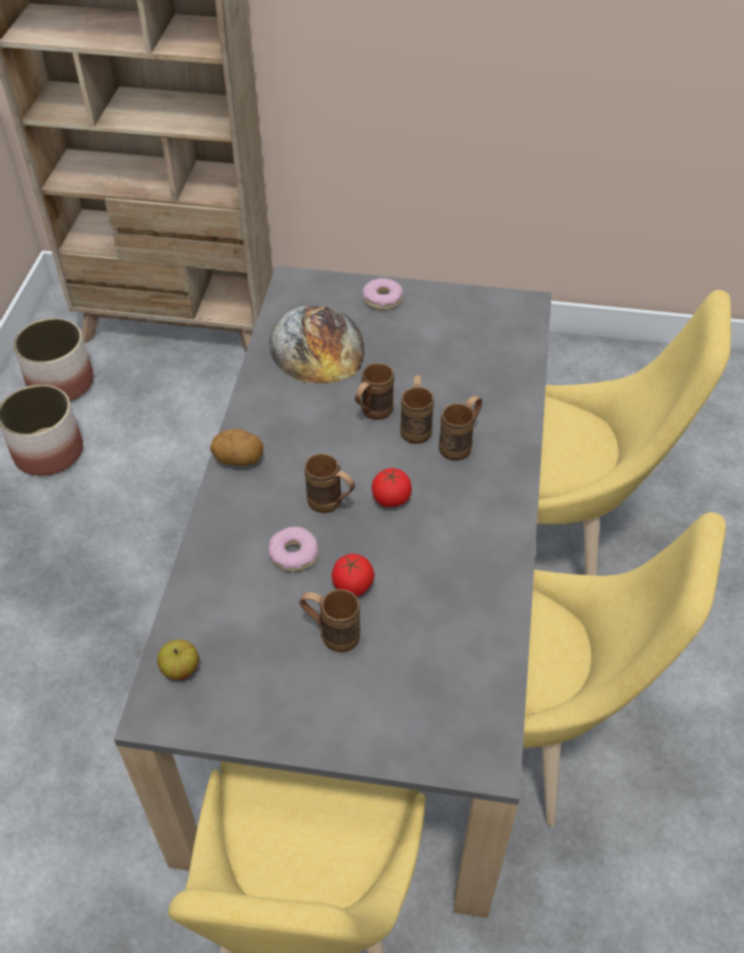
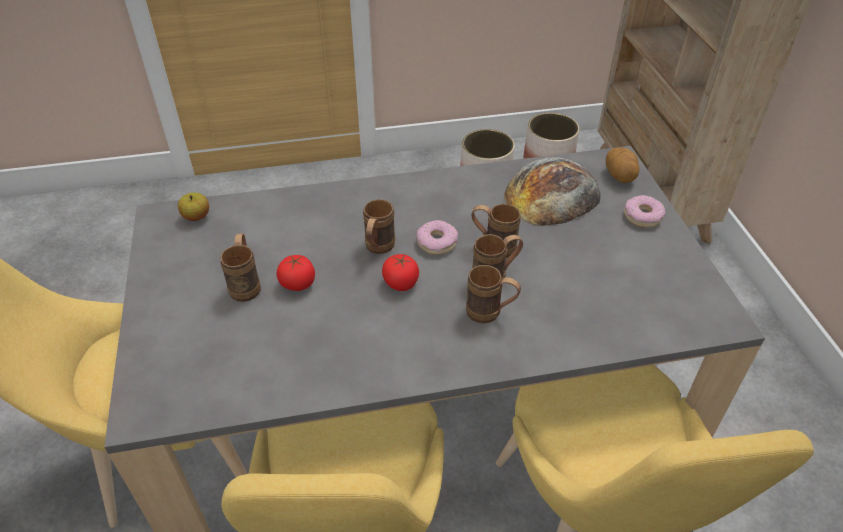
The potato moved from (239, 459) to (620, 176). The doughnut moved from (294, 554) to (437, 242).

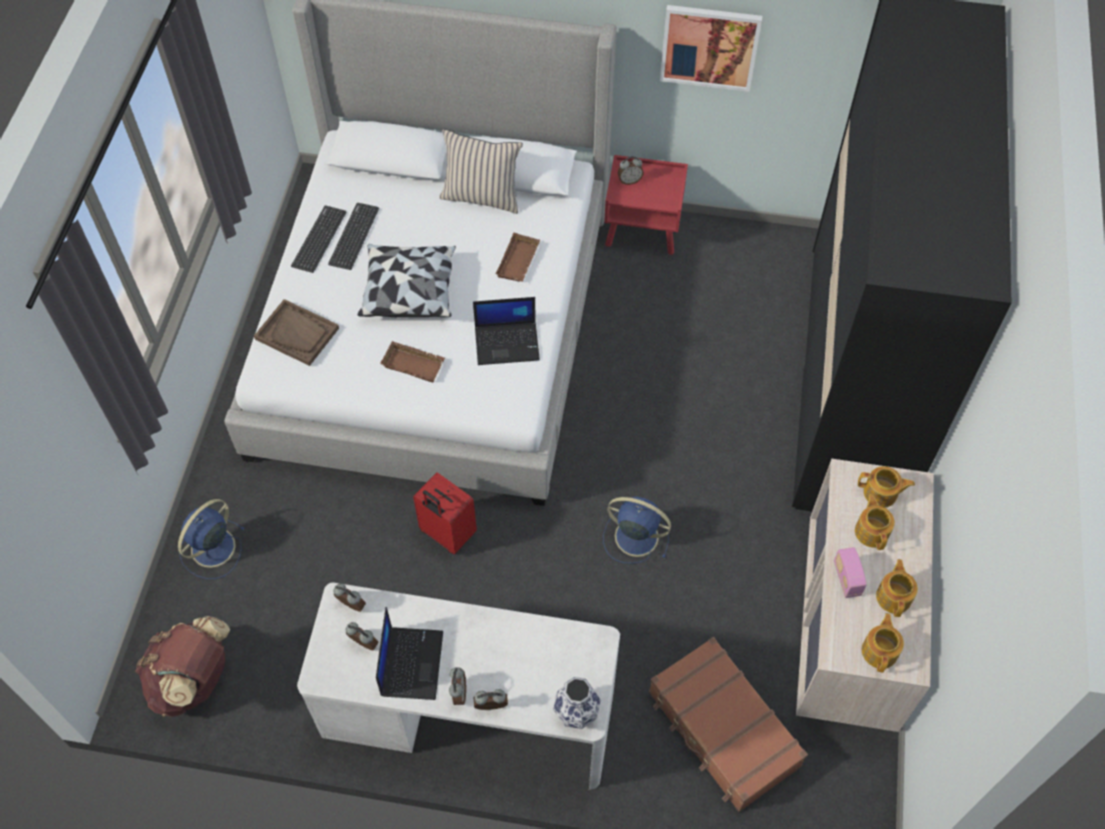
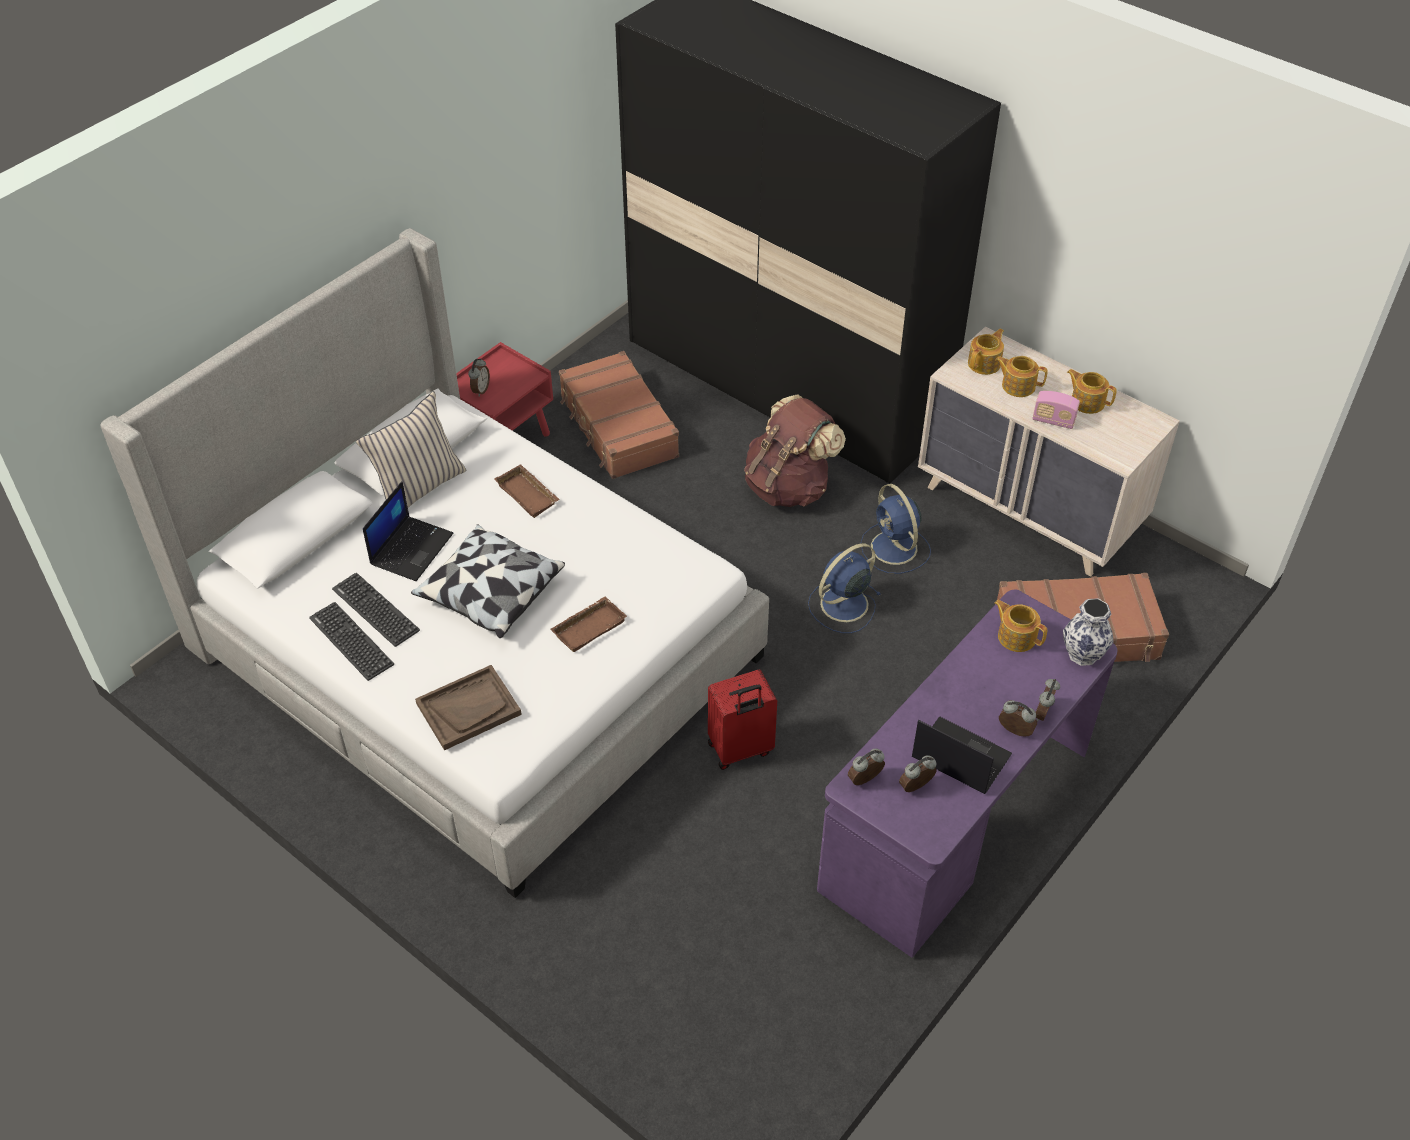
The backpack (brown-coloured) moved from (194, 680) to (789, 487). The cooling fan (bluish) moved from (211, 549) to (895, 549). The desk unit (whitish) at (469, 715) became the desk unit (purplish) at (956, 819). The notebook computer moved from (508, 343) to (411, 548). The picture at (709, 47) disappeared. The teapot moved from (880, 651) to (1016, 636). The suitcase (brown-coloured) at (618, 427) appeared.

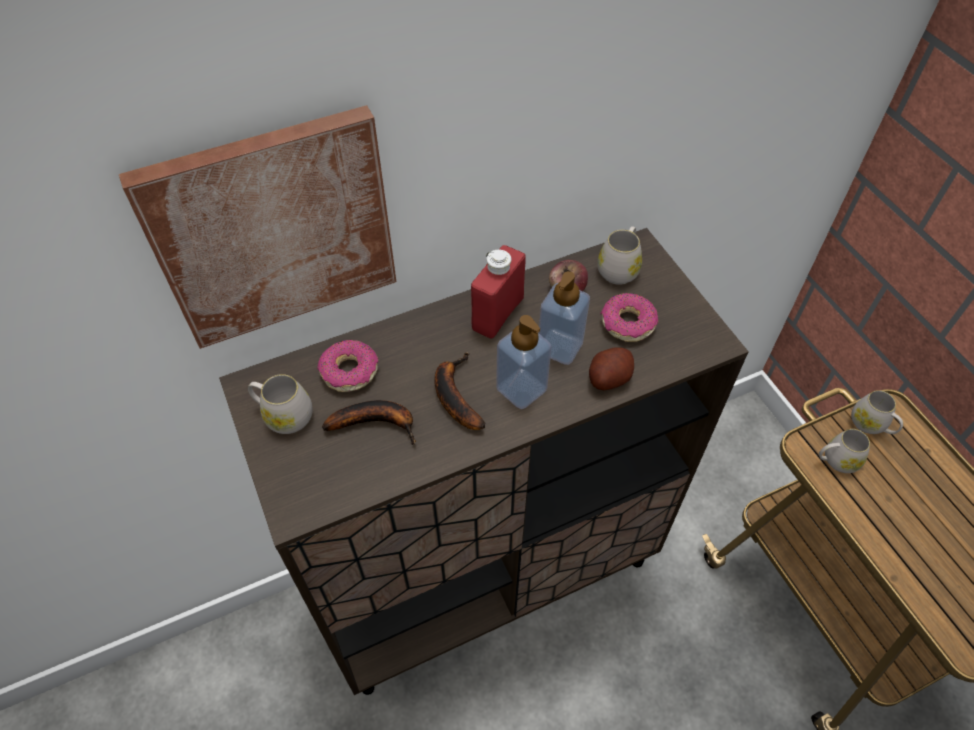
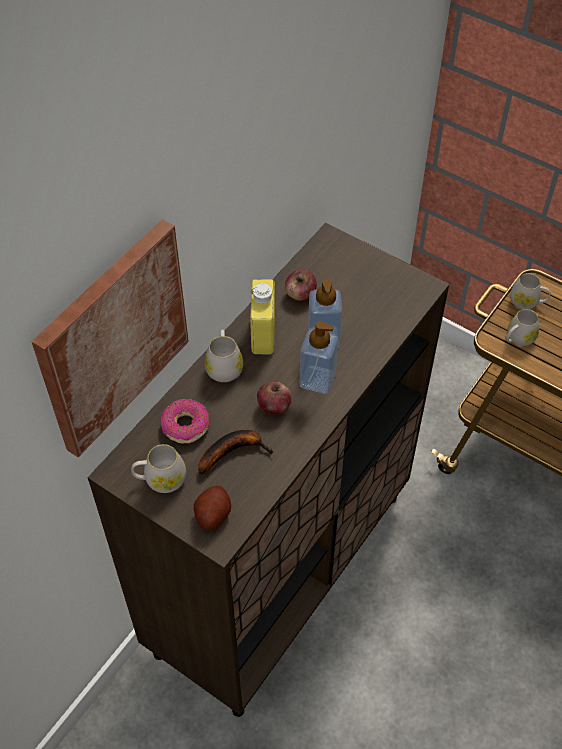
The banana fruit at (454, 395) was replaced by the whole apple at (274, 406). The bottle (red) at (497, 314) became the bottle (yellow) at (263, 334). The potato moved from (609, 378) to (212, 514). The tea mug (whitish) moved from (619, 268) to (224, 366). The doughnut at (627, 323) disappeared.

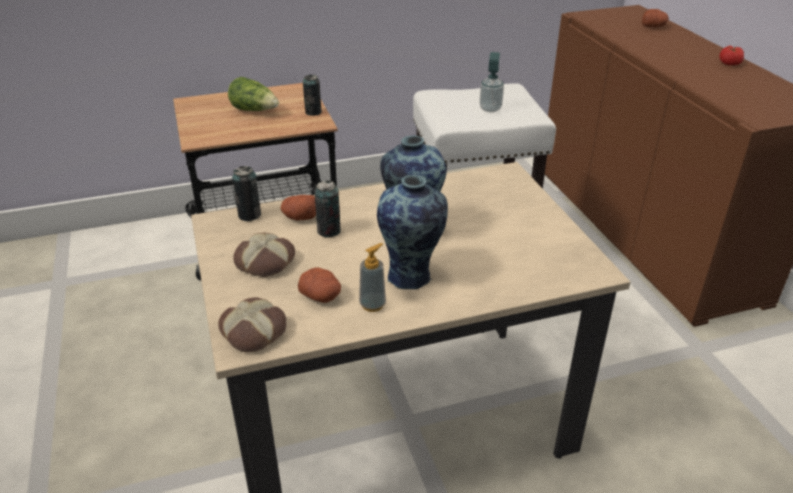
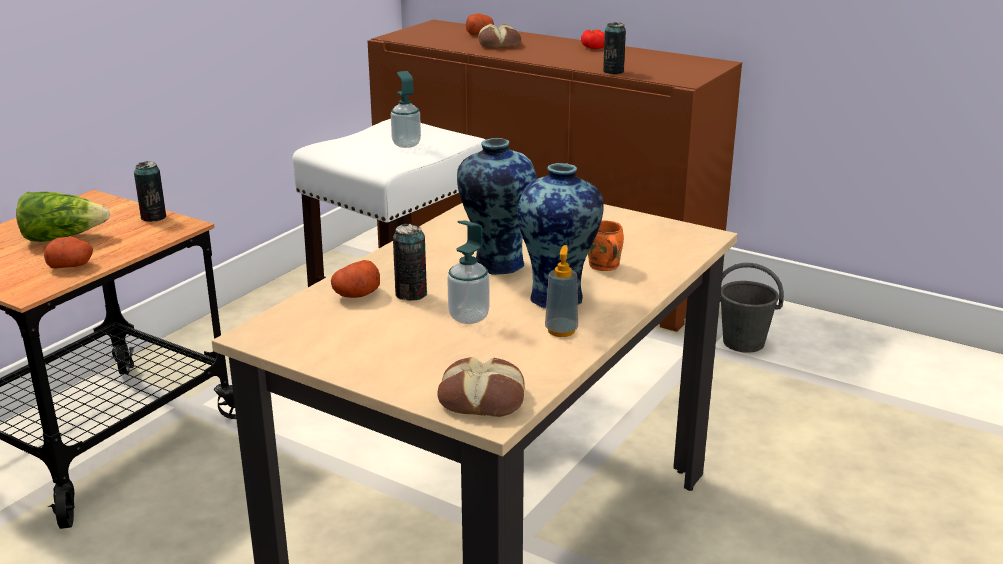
The sealed can moved from (249, 215) to (613, 72). The bakery bread moved from (266, 262) to (499, 44). The potato moved from (321, 296) to (72, 265). The soap dispenser at (469, 317) appeared. The tea mug (orangey) at (603, 267) appeared. The water bucket (greyish) at (744, 343) appeared.

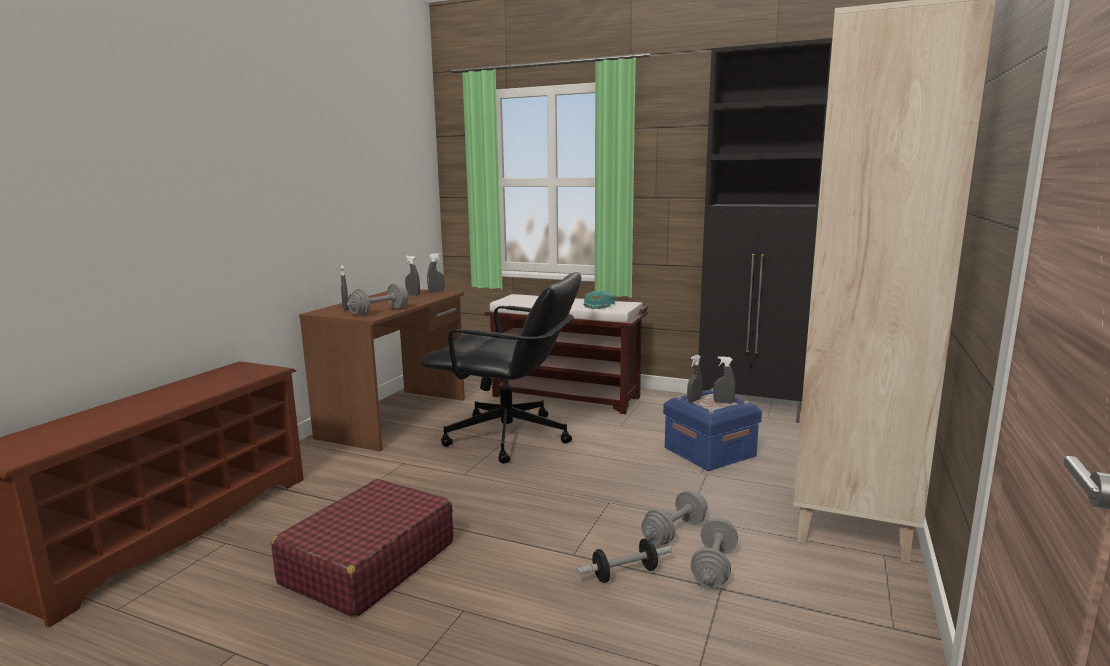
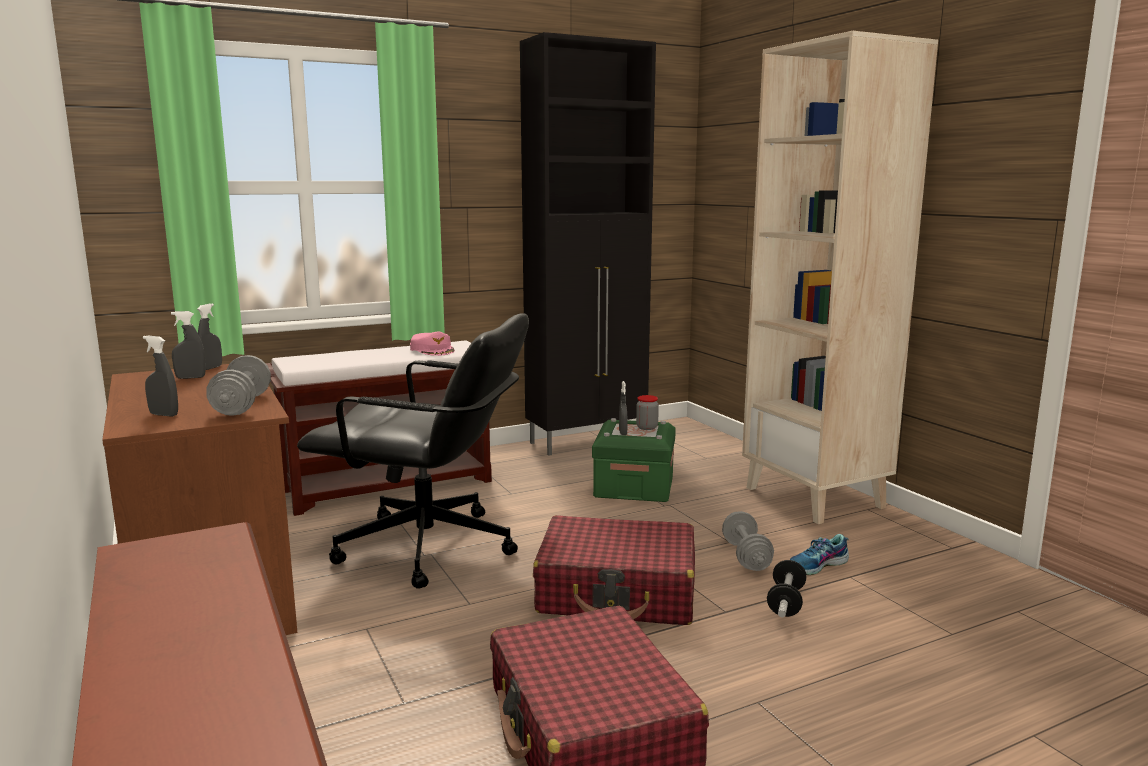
The computer chair (black-coloured) at (509, 438) turned 45 degrees clockwise. The baseball cap (blue-green) at (599, 304) became the baseball cap (pinkish) at (432, 350). The storage box (bluish) at (709, 452) became the storage box (green-coloured) at (634, 487). The free weight (greyish) at (714, 567) was replaced by the item of footwear at (818, 566). The hand sprayer (greyish) at (723, 402) was replaced by the jar at (647, 427). The suitcase (red) at (617, 592) appeared.

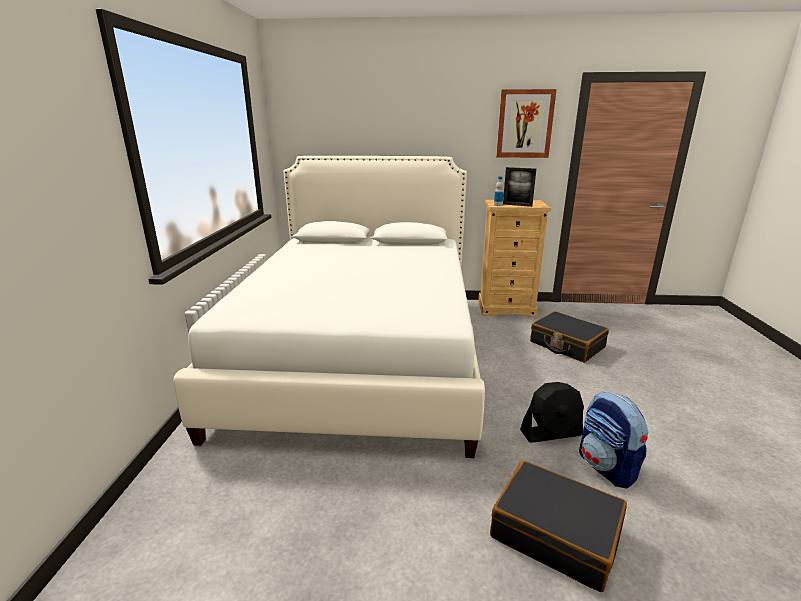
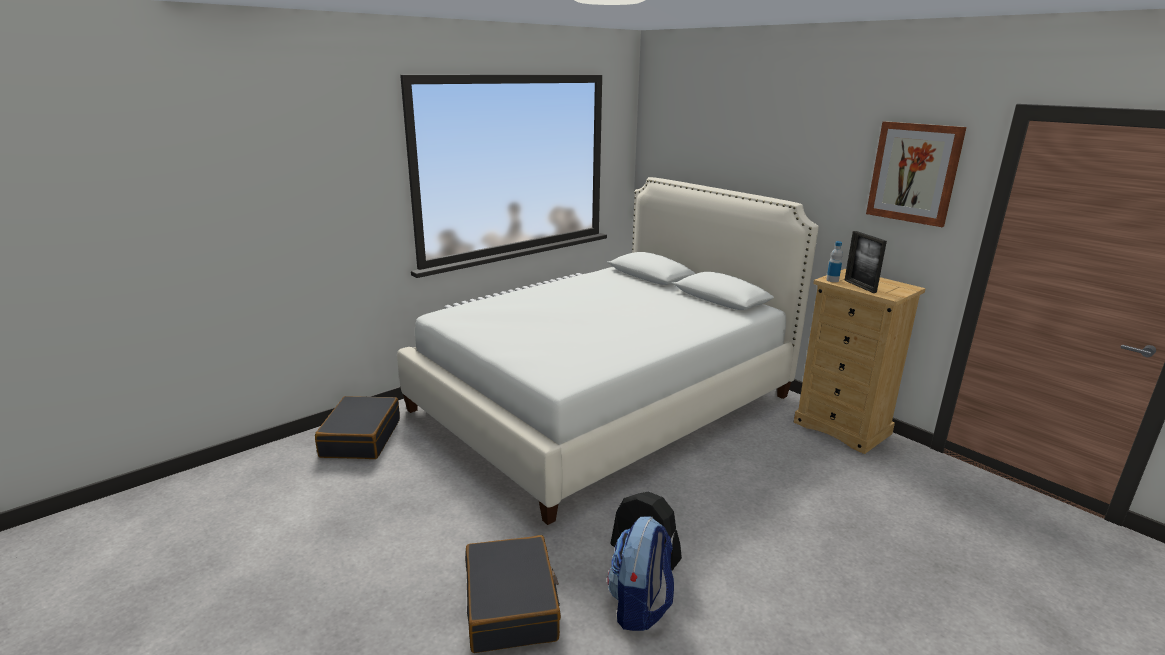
The suitcase (black-coloured) moved from (566, 345) to (360, 438).

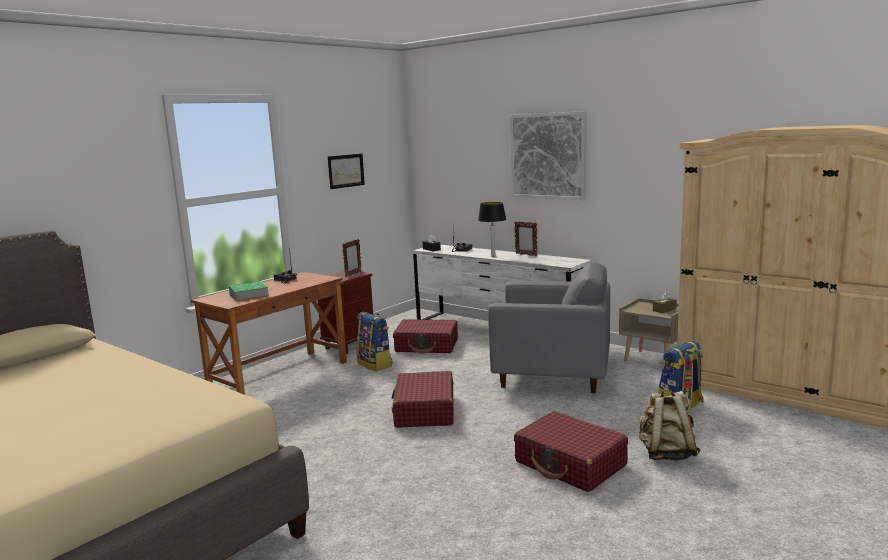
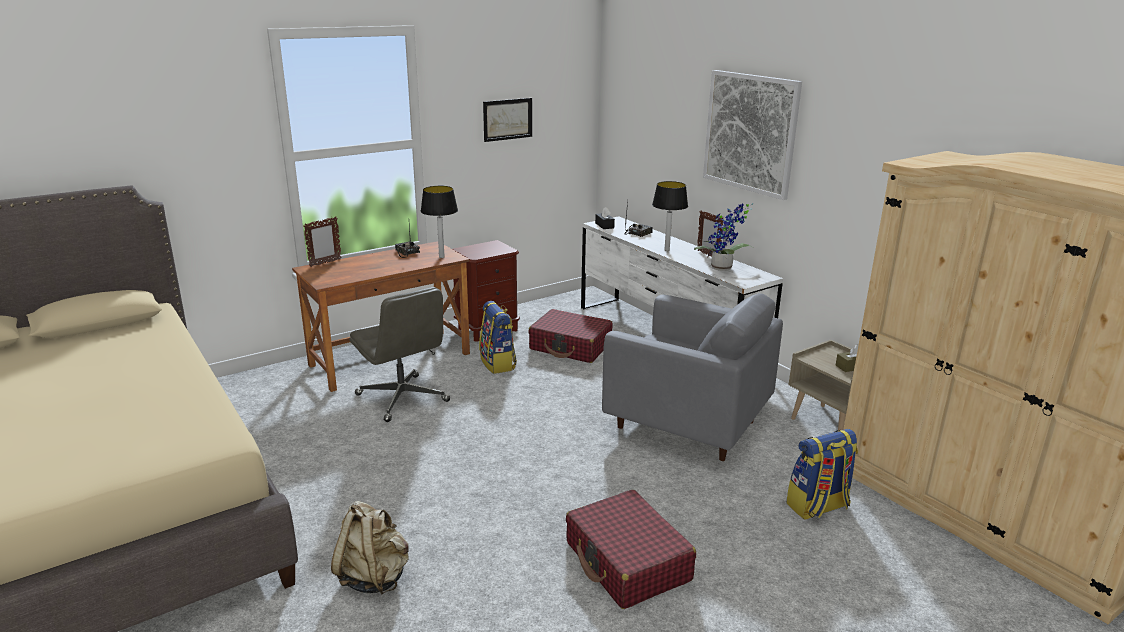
The volume at (249, 294) disappeared. The photo frame moved from (353, 274) to (325, 263). The suitcase (red) at (424, 411) disappeared. The backpack (beige-coloured) moved from (666, 454) to (374, 577). The computer chair (greyish) at (403, 398) appeared. The tabletop lamp at (441, 256) appeared. The potted plant at (723, 269) appeared.

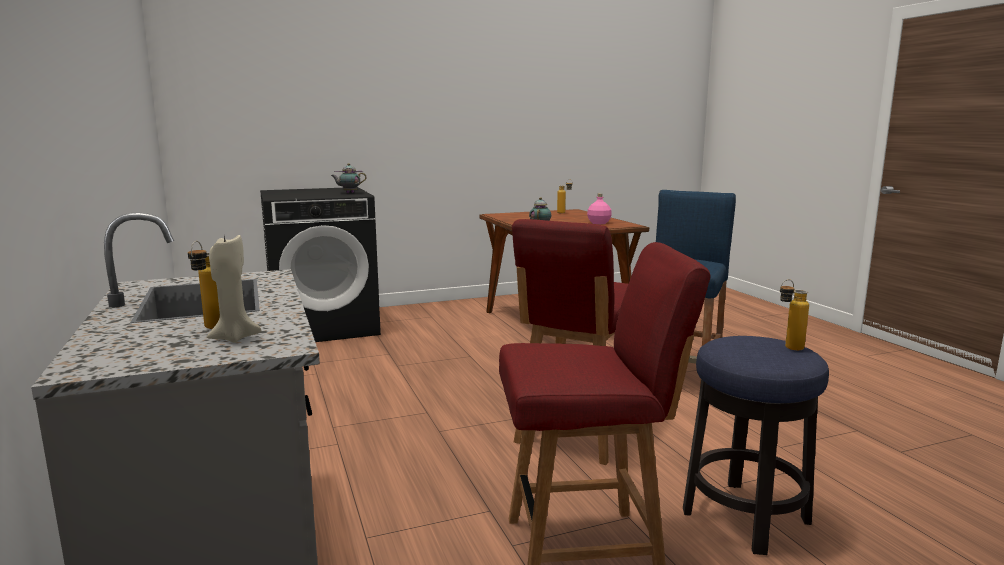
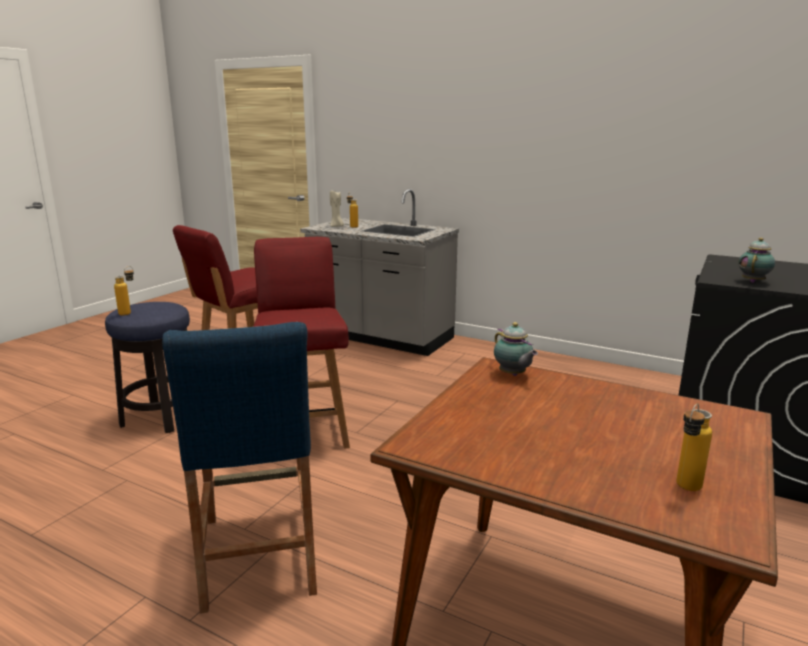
The bottle (pinkish) at (599, 223) disappeared.

